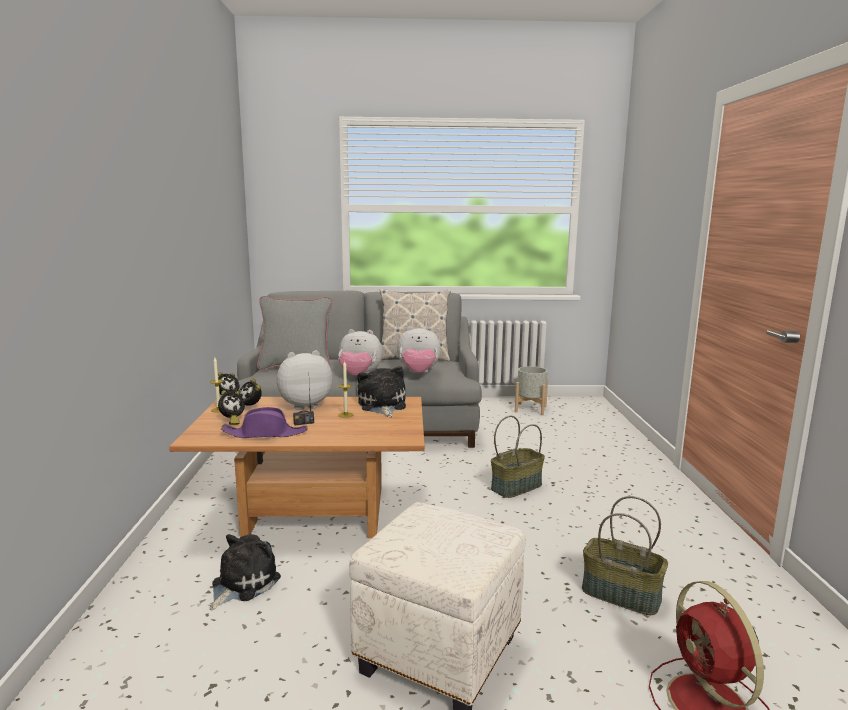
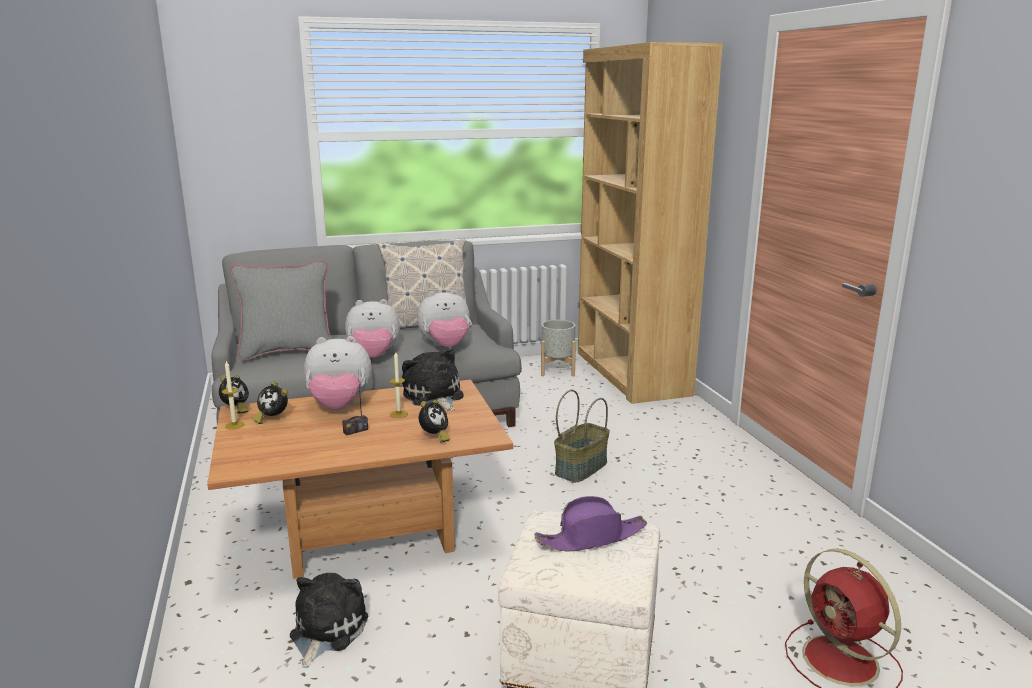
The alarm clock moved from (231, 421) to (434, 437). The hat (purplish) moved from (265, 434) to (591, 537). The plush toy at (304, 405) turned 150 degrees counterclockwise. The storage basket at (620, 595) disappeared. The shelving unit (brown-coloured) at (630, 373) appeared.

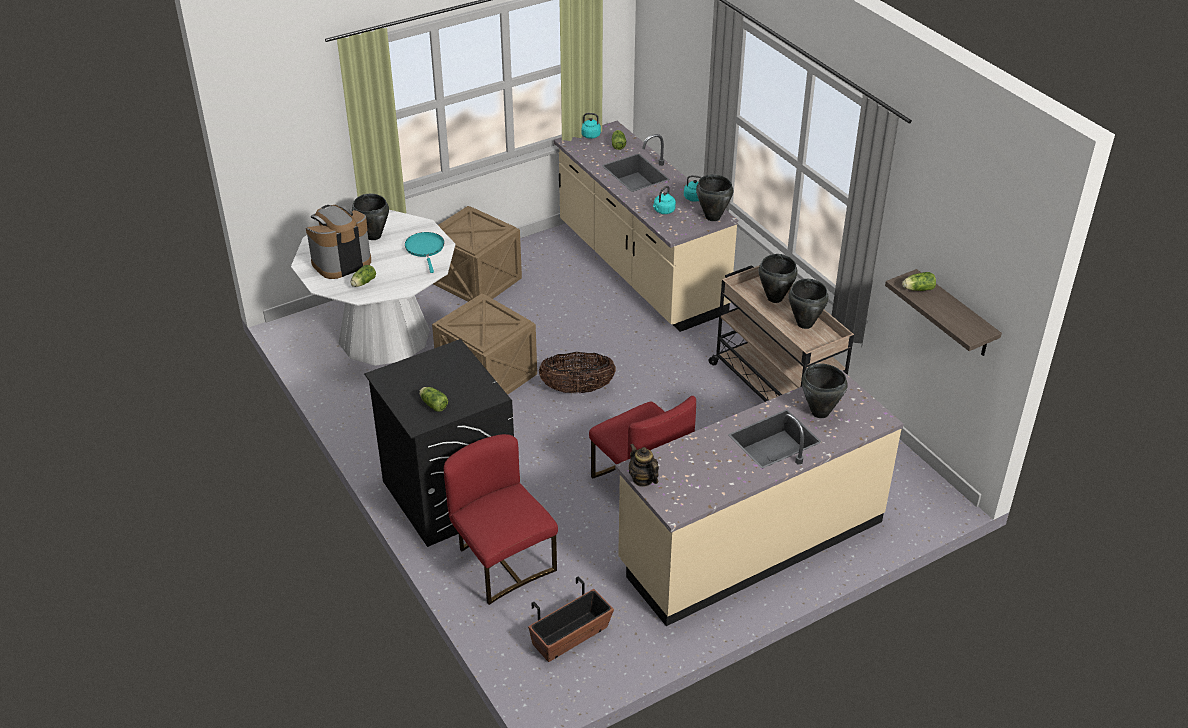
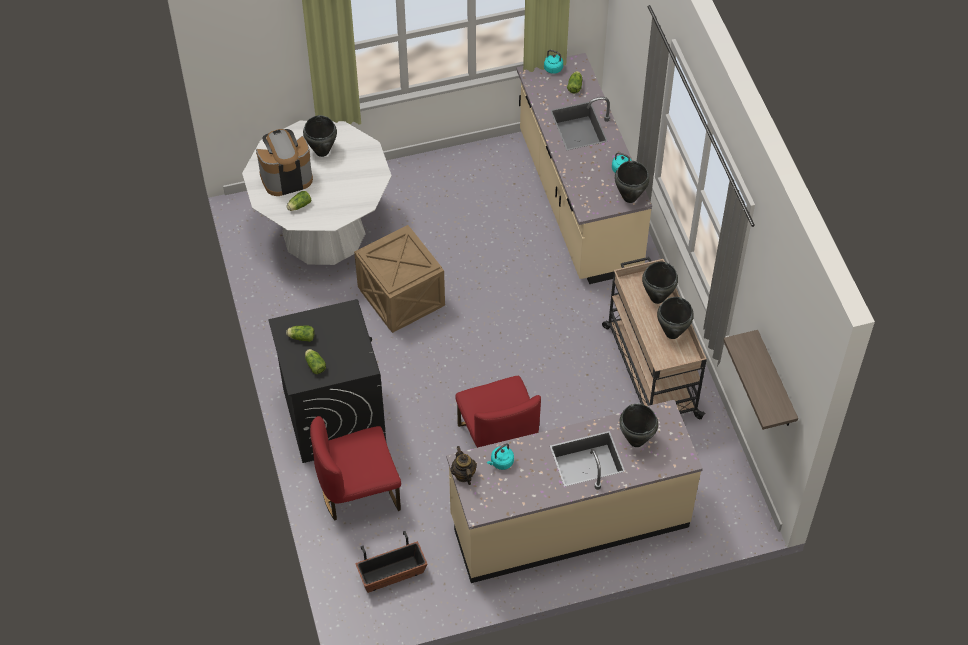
The frying pan (blue-green) at (425, 249) disappeared. The packing crate at (476, 282) disappeared. The upright chair (red) at (502, 562) turned 90 degrees counterclockwise. The storage basket at (577, 389) disappeared. The tea kettle (blue-green) moved from (663, 211) to (501, 462). The head of lettuce moved from (917, 289) to (300, 337).

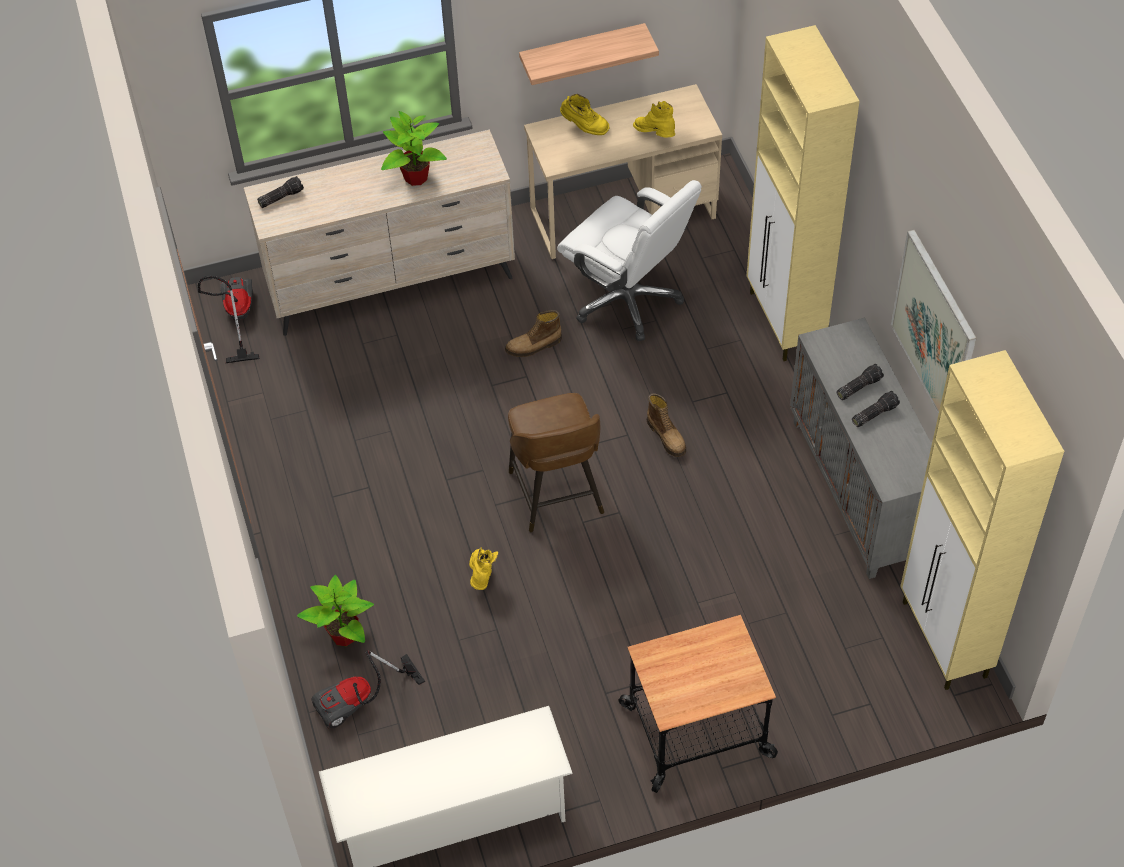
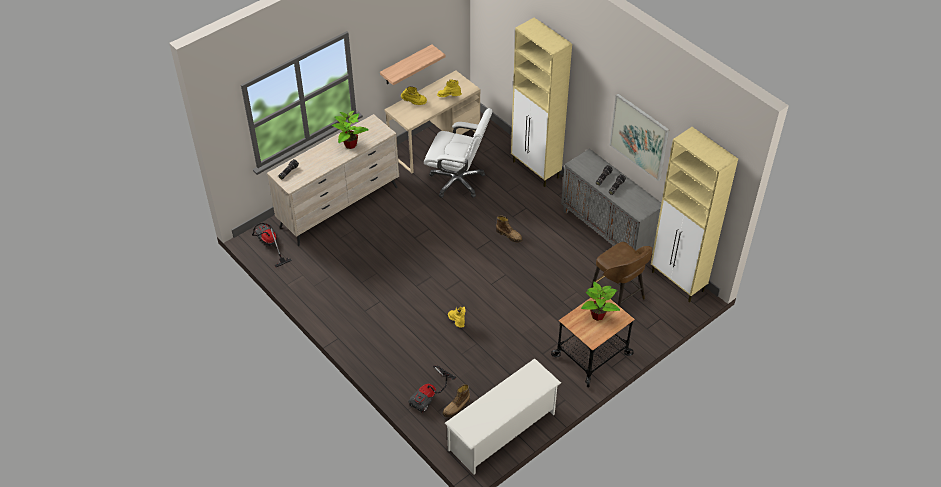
The potted plant moved from (345, 635) to (598, 315). The high-top boot moved from (534, 346) to (457, 407). The stool (brown-coloured) moved from (557, 495) to (618, 297).

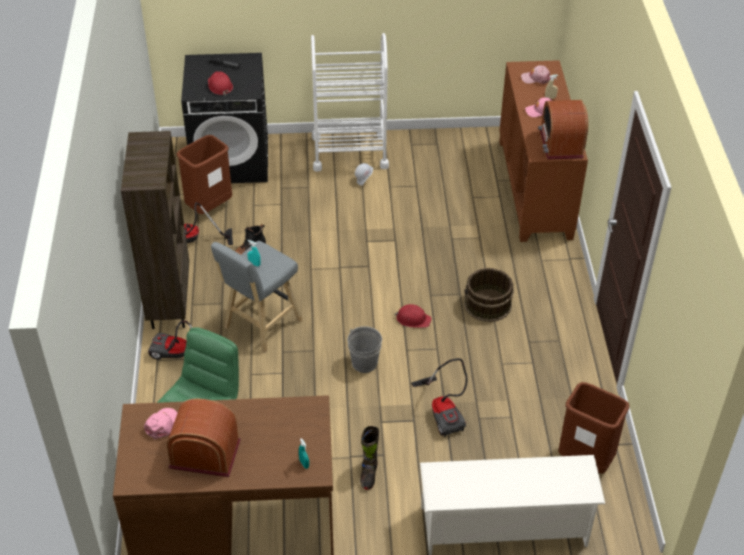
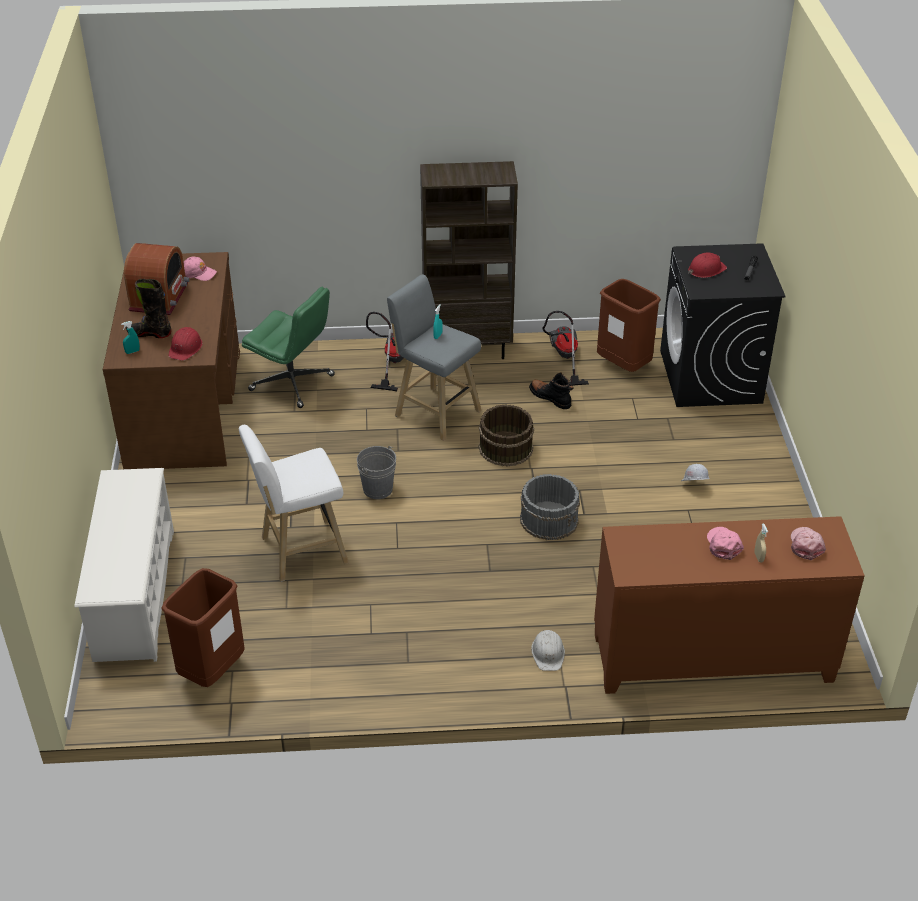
The wheeled cart (whitish) at (349, 152) disappeared. The high-top boot (black-coloured) moved from (368, 474) to (149, 333). The work helmet (red) moved from (413, 319) to (186, 348). The vacuum cleaner at (444, 412) was replaced by the stool (whitish) at (300, 551). The water bucket (brown-coloured) moved from (487, 305) to (505, 448). The radio at (560, 143) disappeared. The water bucket (greyish) at (549, 519) appeared. The work helmet (whitish) at (548, 653) appeared.

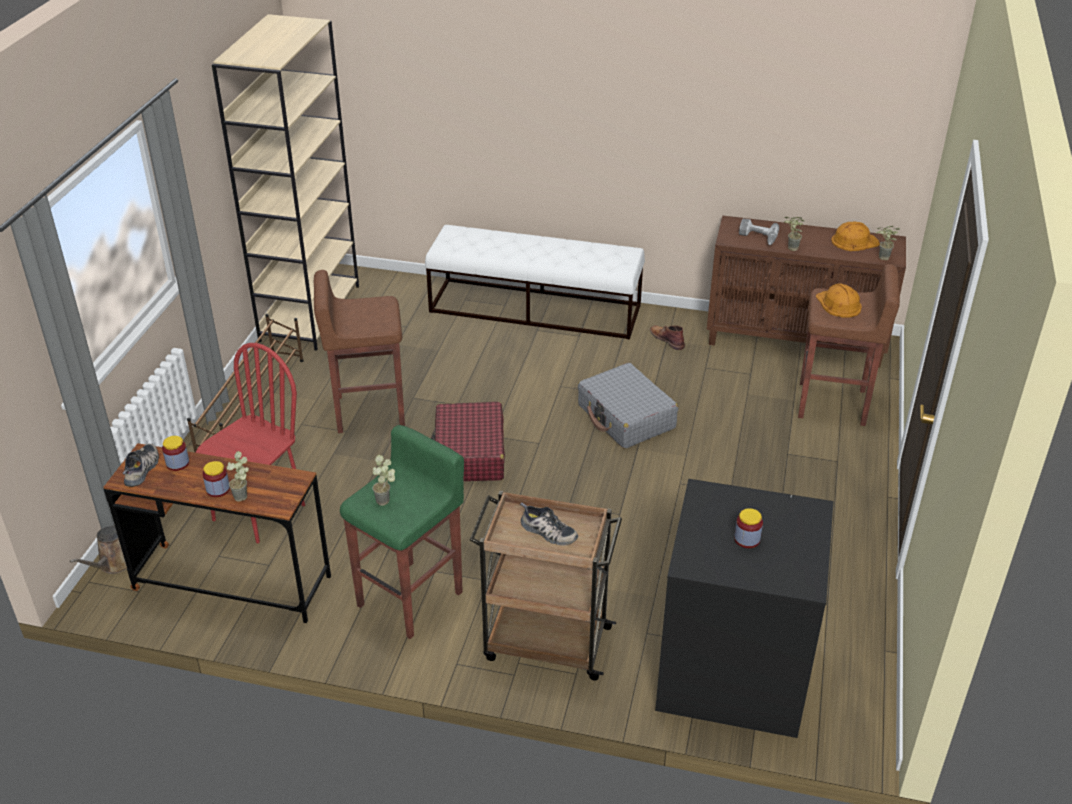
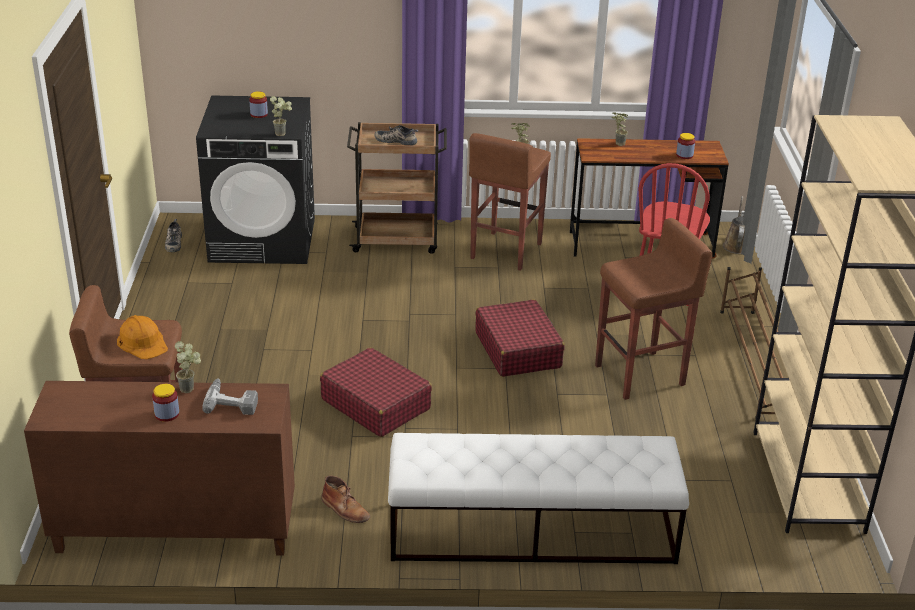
The item of footwear moved from (143, 469) to (173, 242). The jar moved from (218, 489) to (167, 414). The stool (green-coloured) at (412, 598) became the stool (brown-coloured) at (505, 251). The suitcase (greyish) at (626, 417) became the suitcase (red) at (375, 404). The work helmet (orangey) at (854, 241) disappeared. The potted plant moved from (881, 258) to (282, 133).

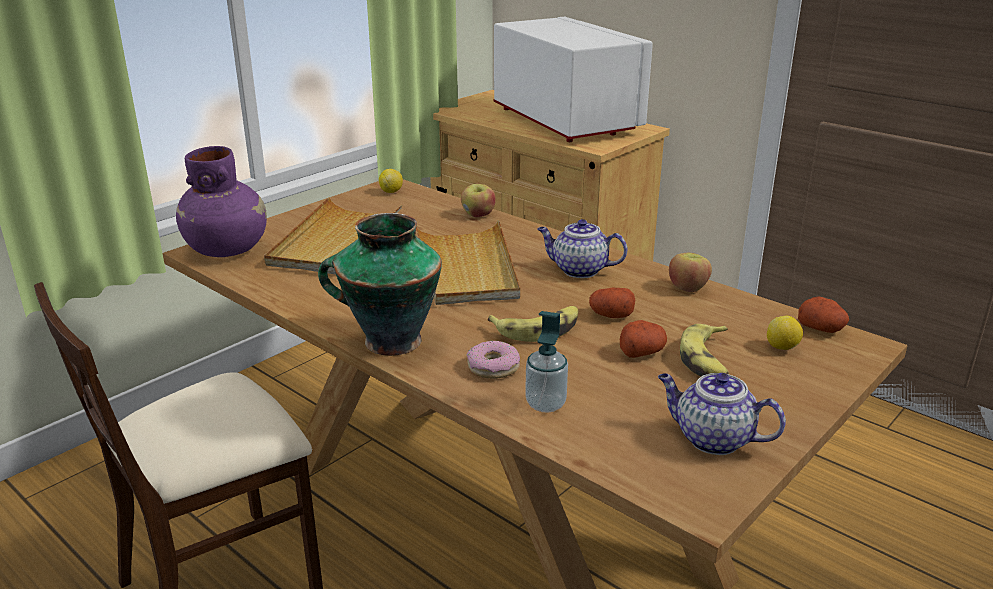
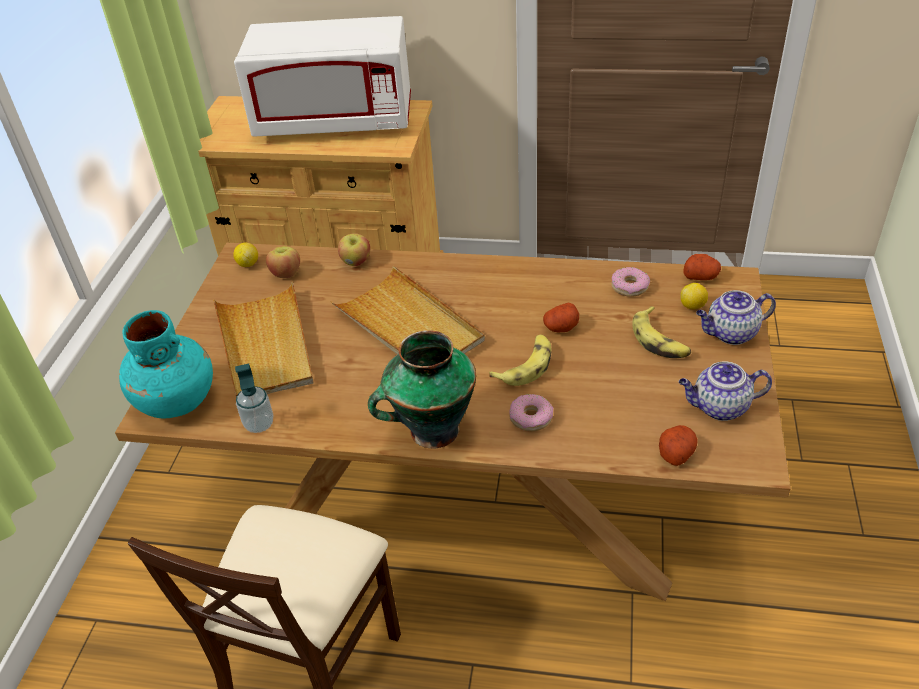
The vase (purplish) at (227, 249) became the vase (blue-green) at (176, 400). The microwave oven (whitish) at (565, 121) turned 150 degrees clockwise. The soap dispenser moved from (545, 404) to (259, 424). The teapot moved from (578, 270) to (730, 334). The potato moved from (641, 351) to (676, 452). The whole apple moved from (688, 288) to (286, 273). The doughnut at (629, 286) appeared.

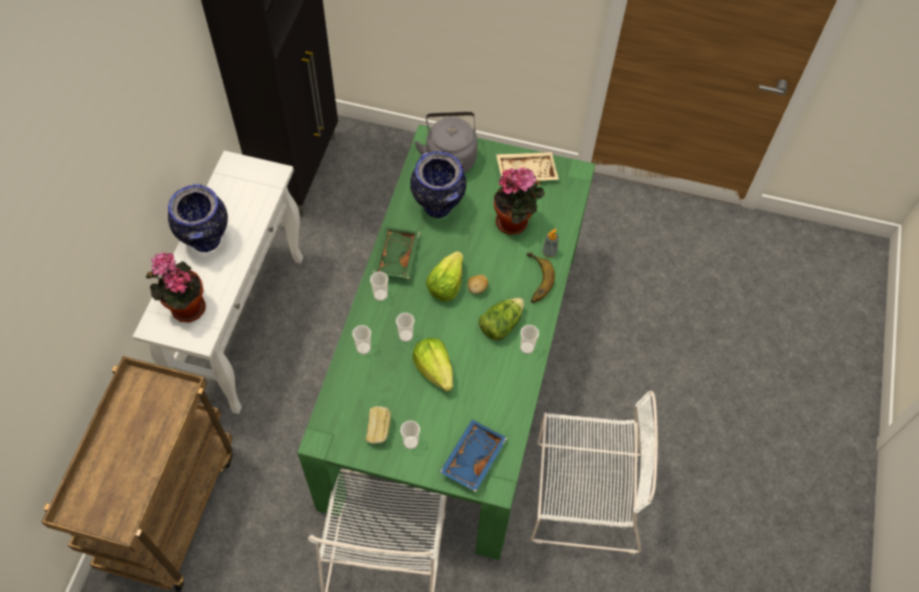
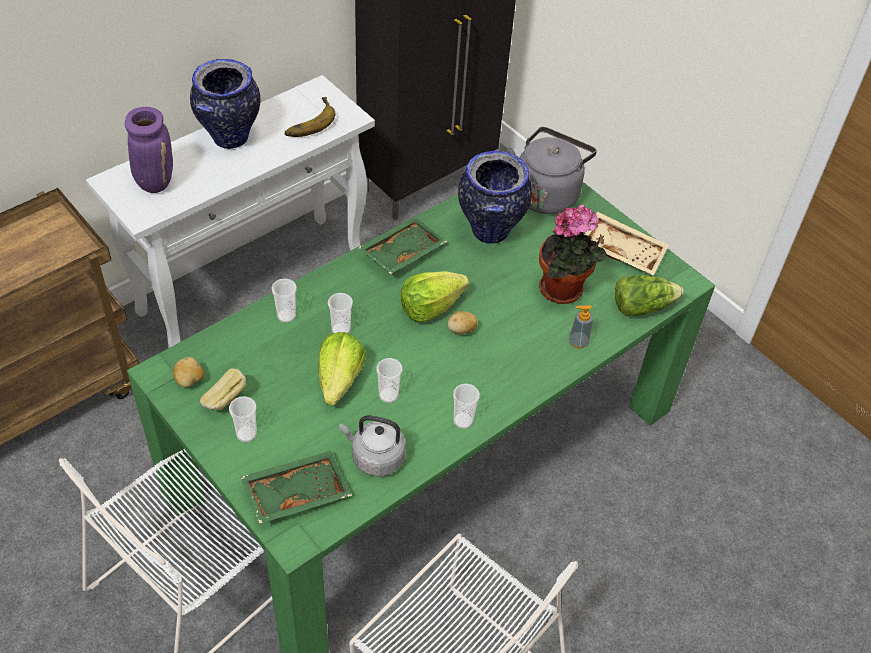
The potted plant at (185, 307) was replaced by the vase (purplish) at (155, 182). The small cup moved from (380, 295) to (388, 395). The carrying tray (bluish) at (472, 457) became the carrying tray (green-coloured) at (296, 492). The head of lettuce moved from (500, 324) to (642, 306). The banana fruit moved from (533, 280) to (307, 121). The potato at (190, 380) appeared. The tea kettle (greyish) at (375, 457) appeared.

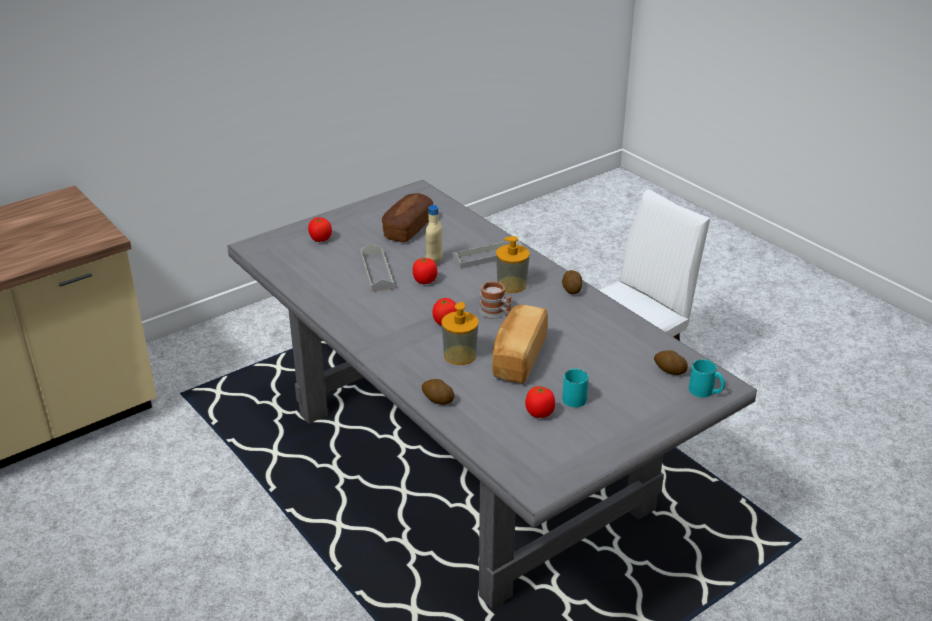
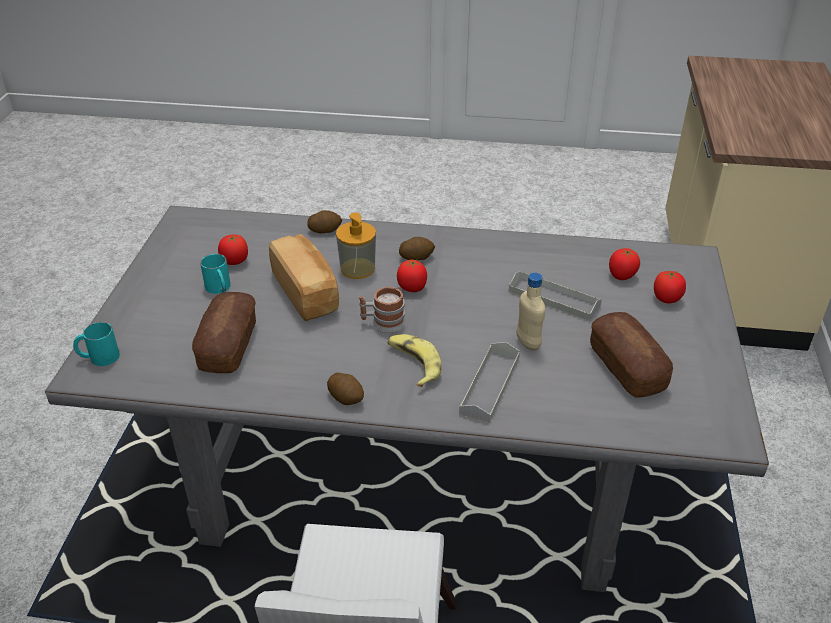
The fresh tomato moved from (425, 281) to (621, 276). The soap dispenser at (511, 285) was replaced by the banana fruit at (413, 364). The potato moved from (669, 370) to (416, 257). The bakery bread at (228, 345) appeared.

